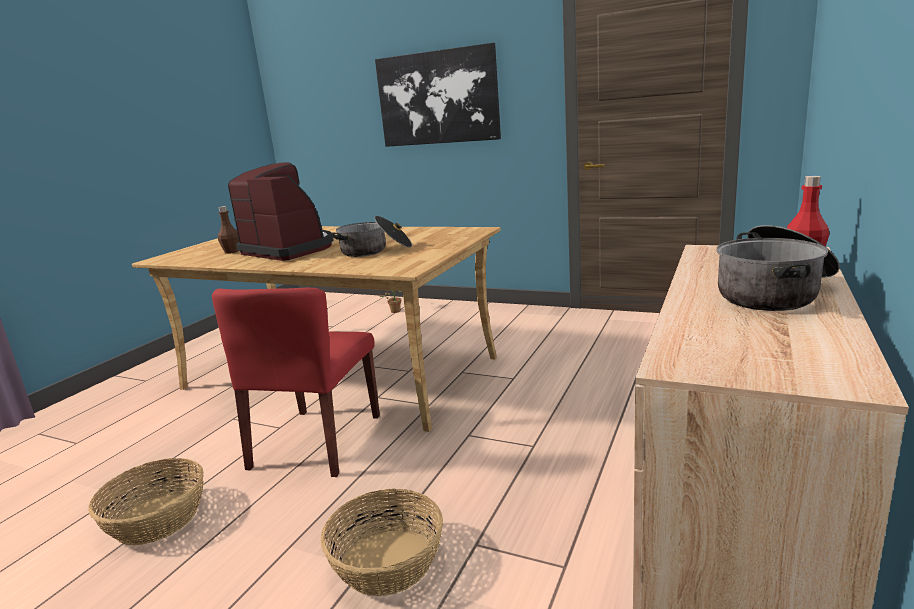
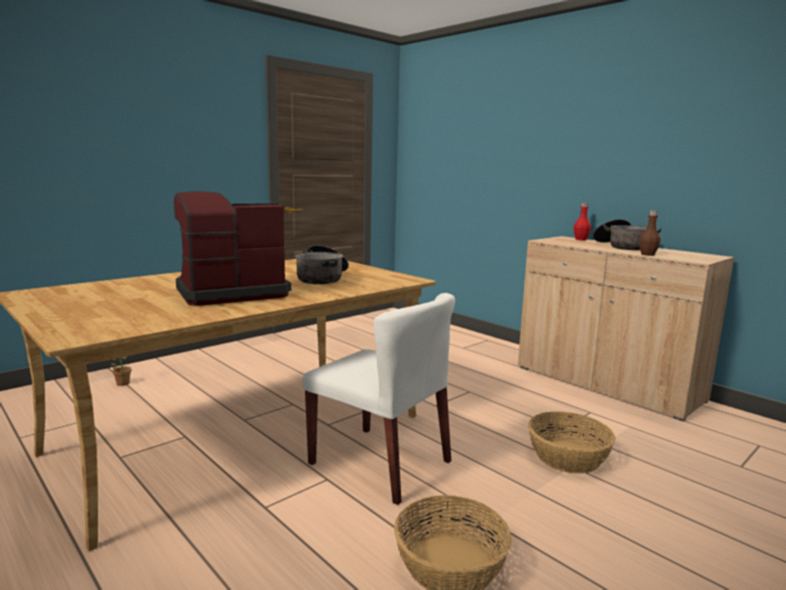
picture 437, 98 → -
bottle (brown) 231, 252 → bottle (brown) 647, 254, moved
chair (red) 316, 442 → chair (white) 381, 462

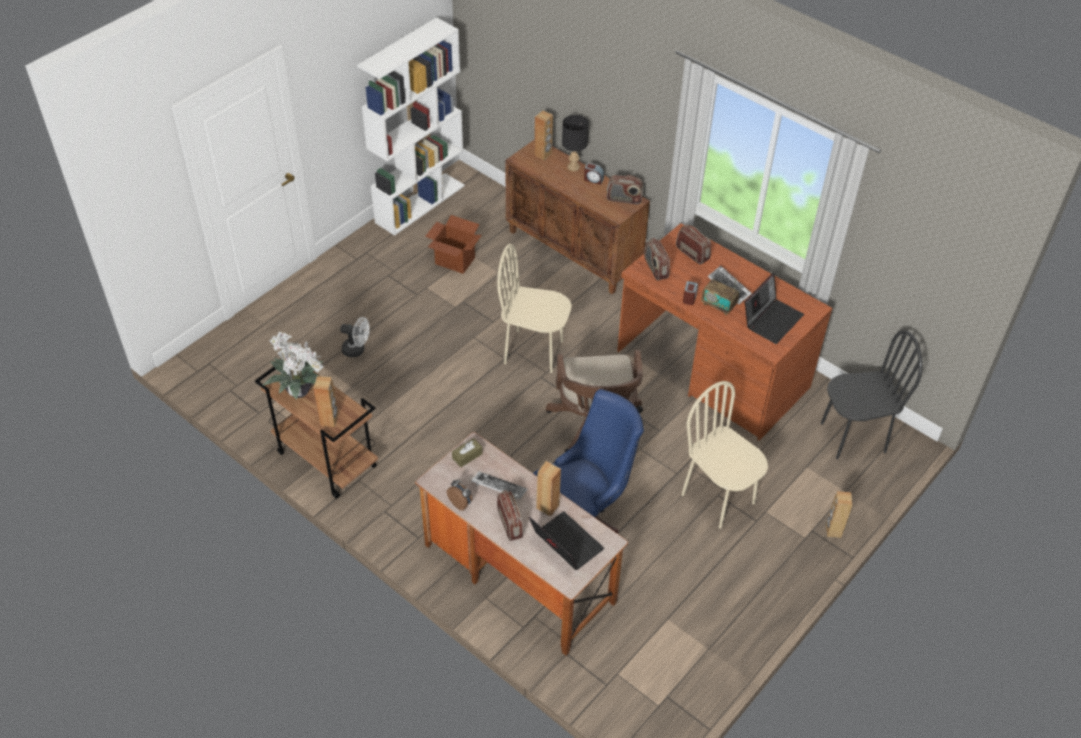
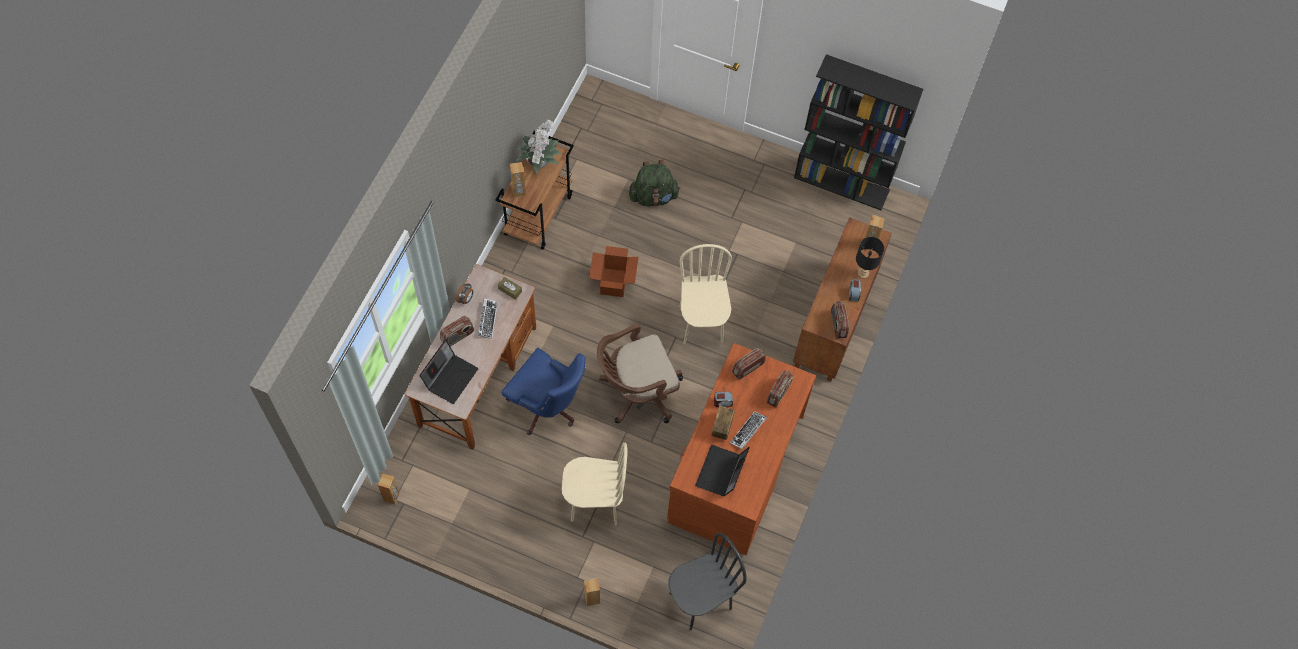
cardboard box 454, 261 → cardboard box 613, 282, moved
speaker (brown) 547, 506 → speaker (brown) 392, 497, moved
fan (white) 357, 350 → backpack (green) 653, 196
bookcase (white) 420, 203 → bookcase (black) 842, 183
chair (beige) 718, 498 → chair (beige) 595, 502, 60 degrees clockwise
laptop 771, 319 → laptop 721, 473, 90 degrees clockwise
chair (black) 853, 437 → chair (black) 700, 600, 90 degrees counterclockwise

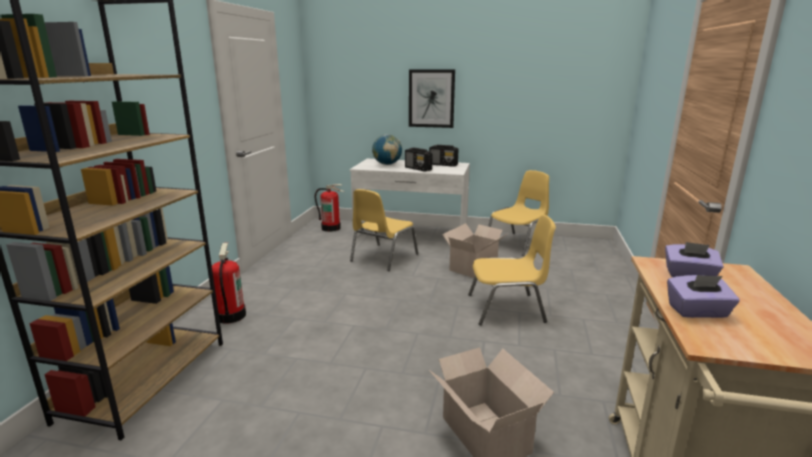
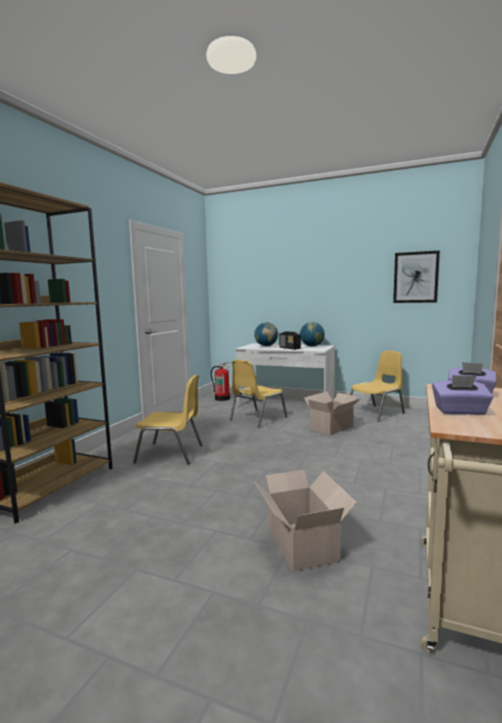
fire extinguisher 230, 316 → -
picture 431, 98 → picture 415, 277, moved
chair (yellow) 507, 309 → chair (yellow) 171, 454, moved
radio 443, 165 → globe 312, 346

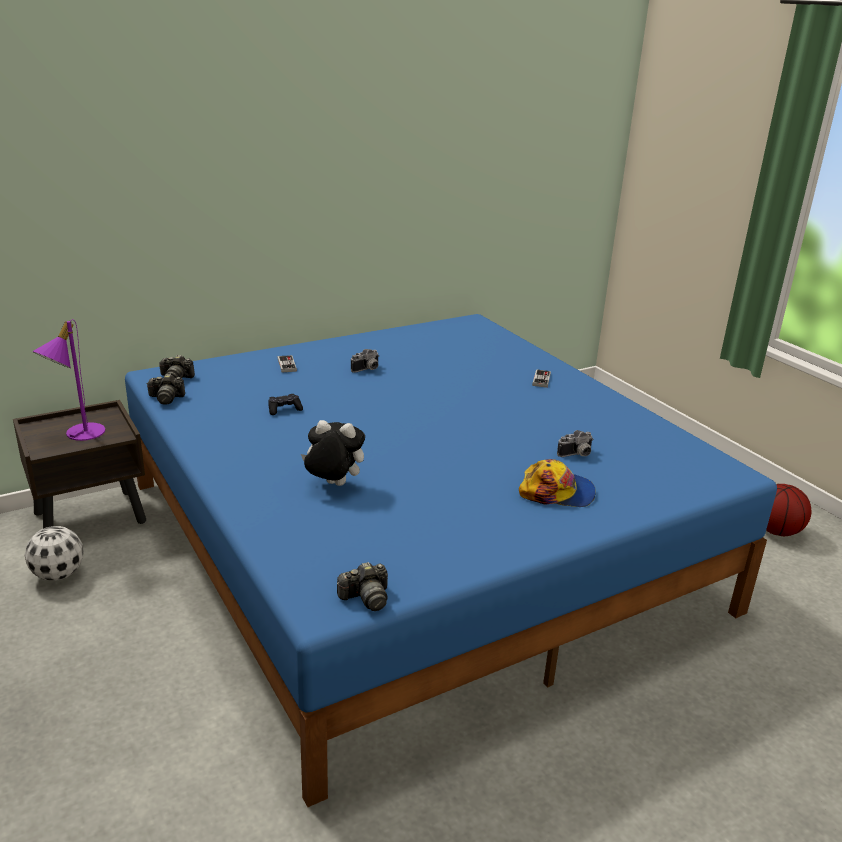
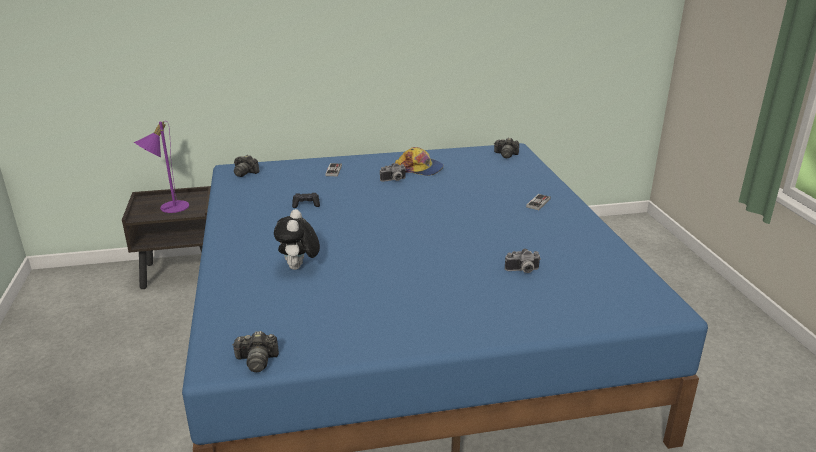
football 58, 574 → -
basketball 777, 531 → -
photo camera 166, 398 → photo camera 506, 155, moved
cap 557, 492 → cap 420, 168, moved
plush toy 333, 485 → plush toy 299, 268, 120 degrees counterclockwise

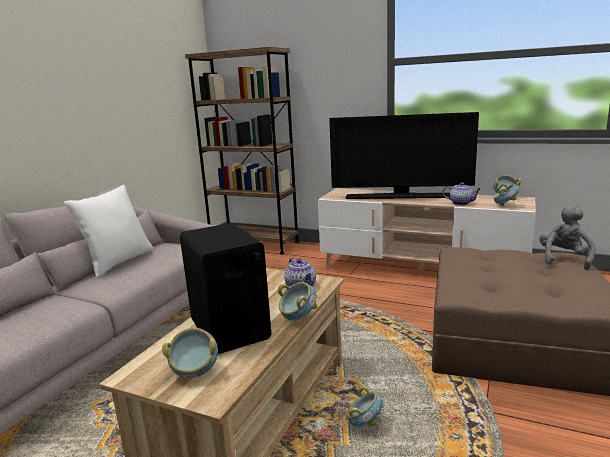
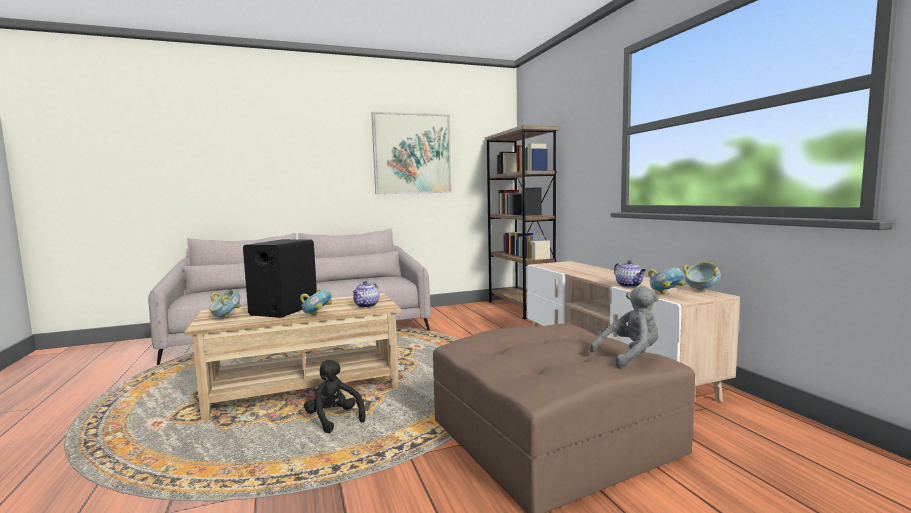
pillow (white) 118, 262 → -
television 402, 196 → -
- → picture 412, 154
bowl 364, 424 → plush toy (black) 334, 419

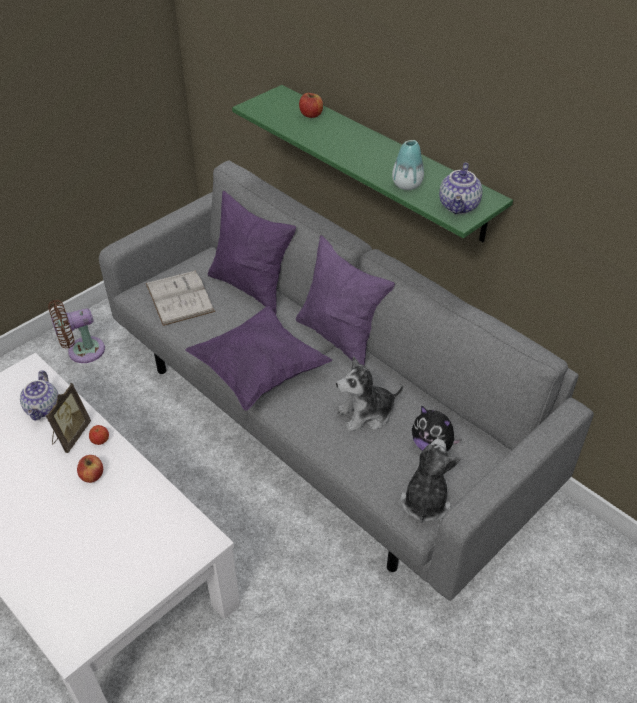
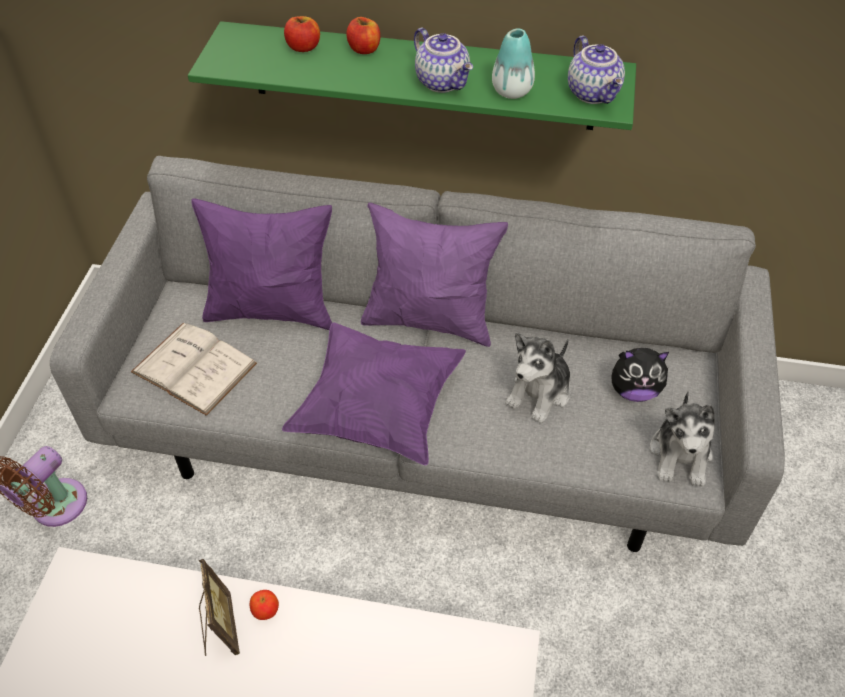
teapot 44, 408 → teapot 443, 82, moved
apple 92, 475 → apple 364, 49, moved
plush toy 425, 501 → plush toy 680, 454, 150 degrees counterclockwise

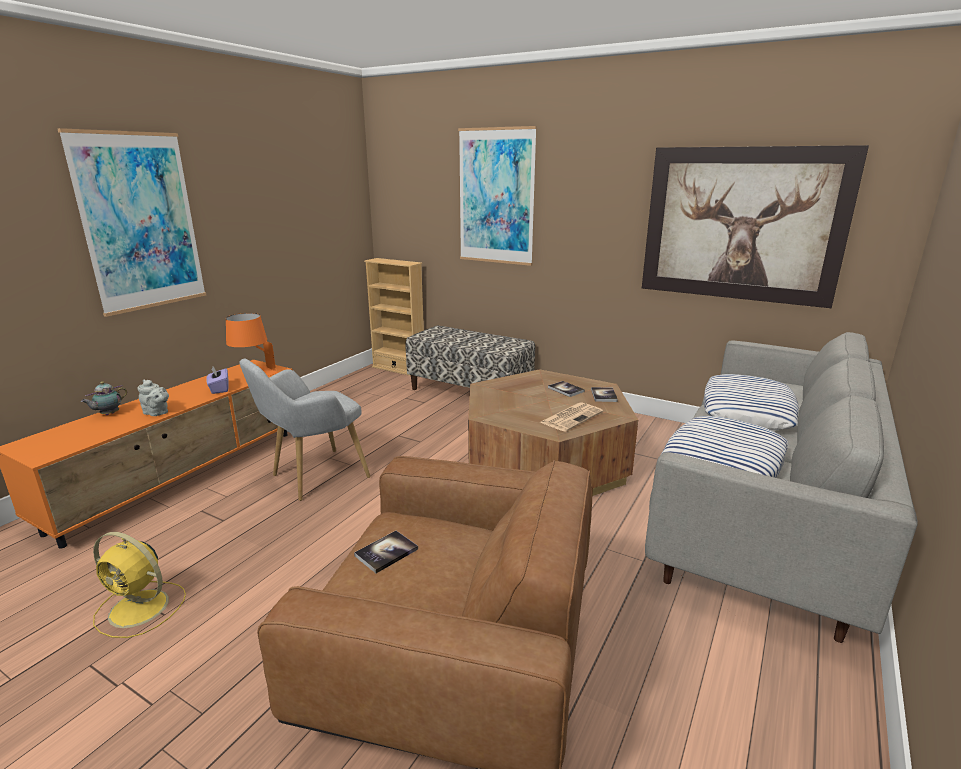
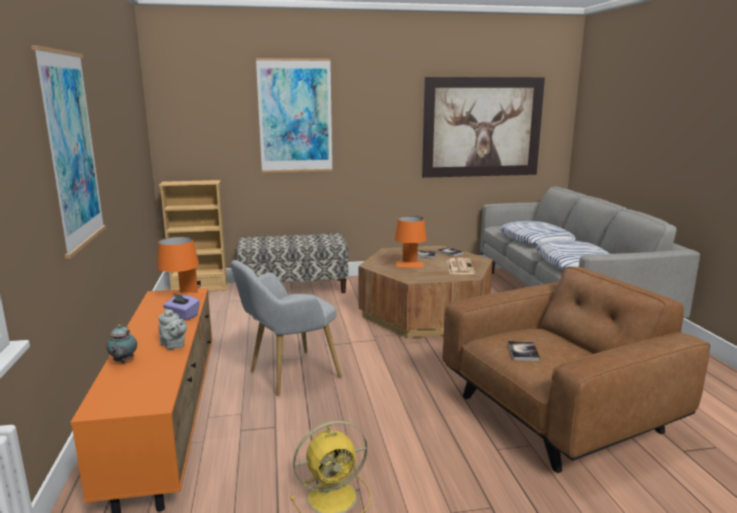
- → table lamp (orange) 410, 266
teapot (grey) 157, 413 → teapot (grey) 174, 346, 60 degrees clockwise
armchair (grey) 313, 477 → armchair (grey) 288, 375, 45 degrees clockwise

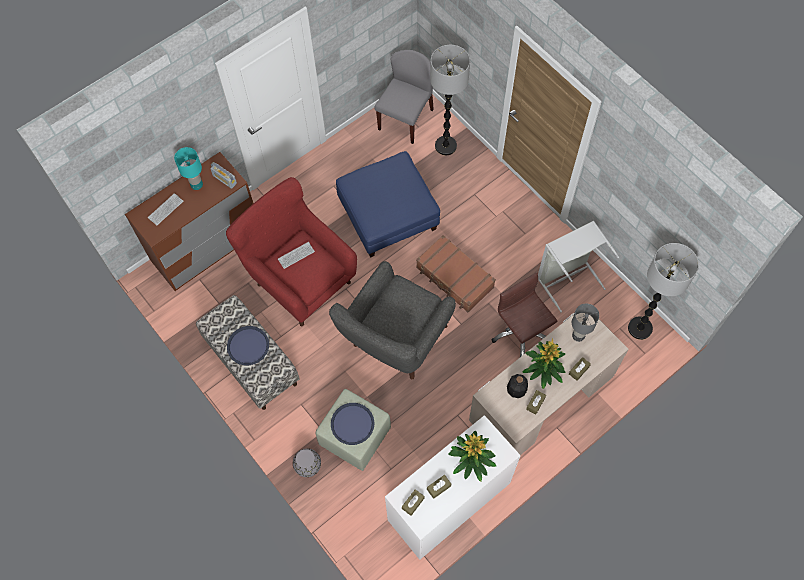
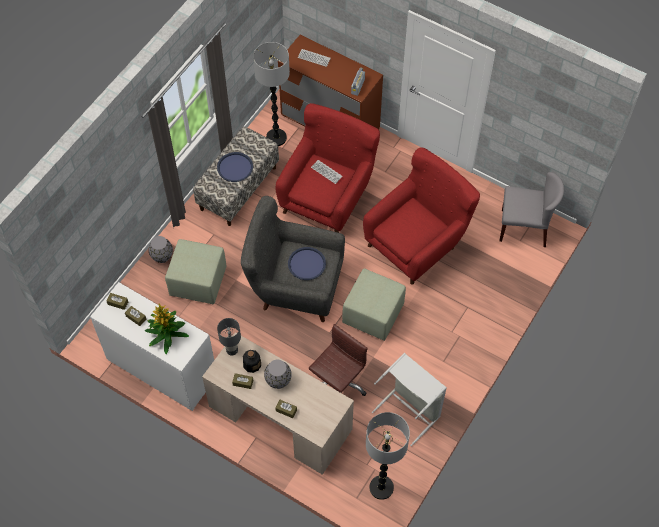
table lamp (turquoise) 196, 184 → -
tray (blue) 352, 424 → tray (blue) 306, 264, moved
floor lamp 445, 146 → floor lamp 276, 138, moved
table lamp (grey) 578, 335 → table lamp (grey) 232, 350, moved
ottoman (blue) 388, 214 → armchair (red) 416, 243
suitcase (brown) 454, 278 → ottoman (green) 373, 315
potted plant 543, 368 → vase (grey) 278, 381

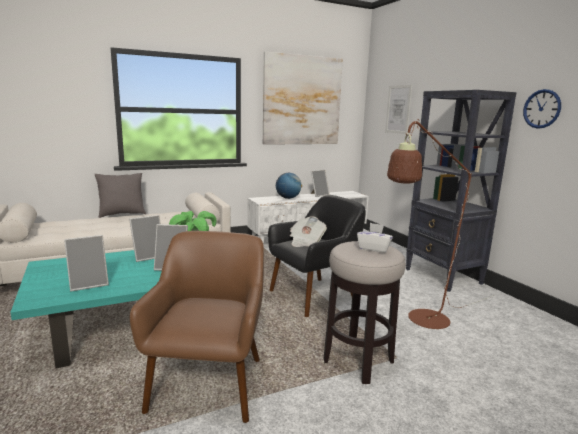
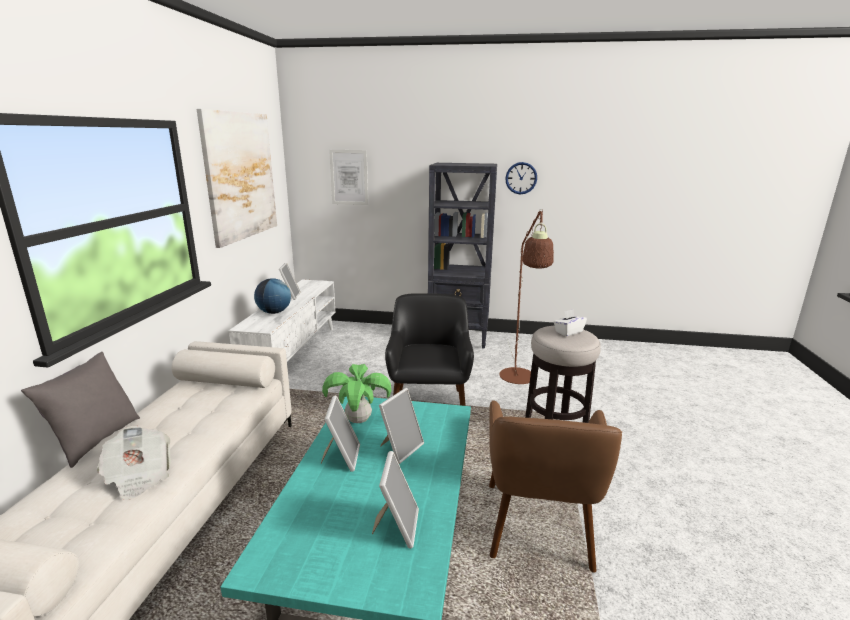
newspaper 306, 242 → newspaper 139, 476, moved
armchair (brown) 209, 383 → armchair (brown) 538, 526, 120 degrees counterclockwise

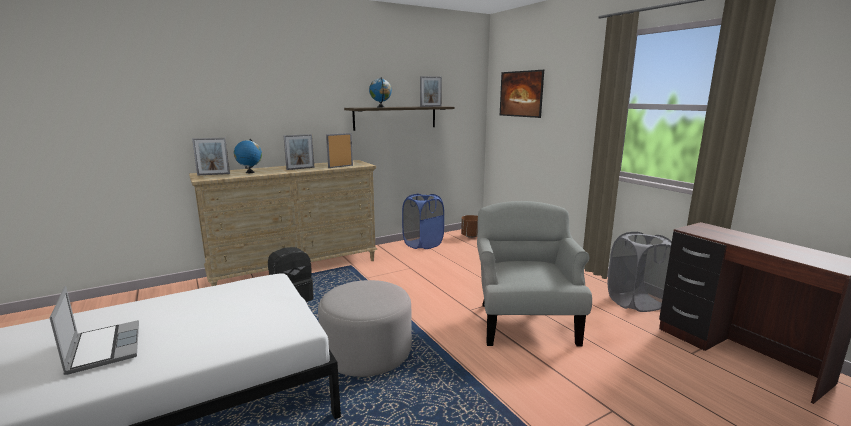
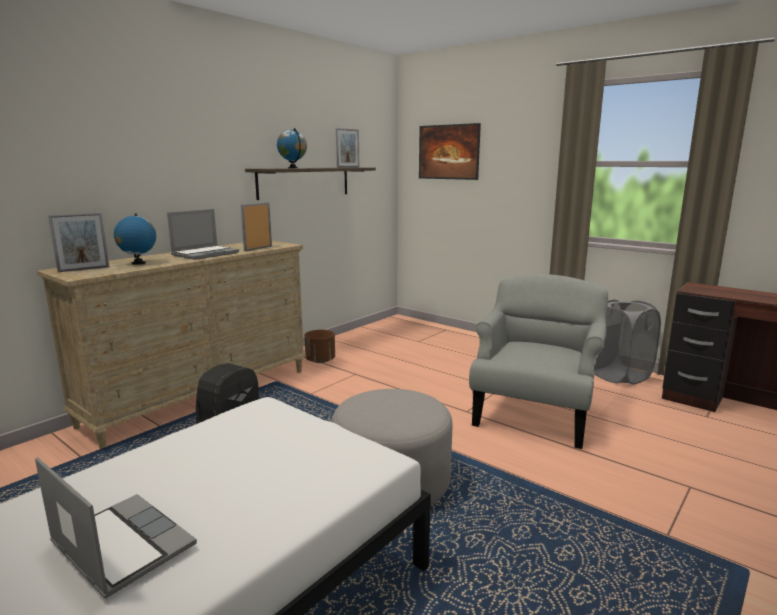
laundry basket (blue) 423, 244 → -
planter (brown) 471, 236 → planter (brown) 320, 361, moved
picture frame 300, 168 → laptop 205, 254
armchair (grey) 524, 322 → armchair (grey) 534, 414, 45 degrees clockwise

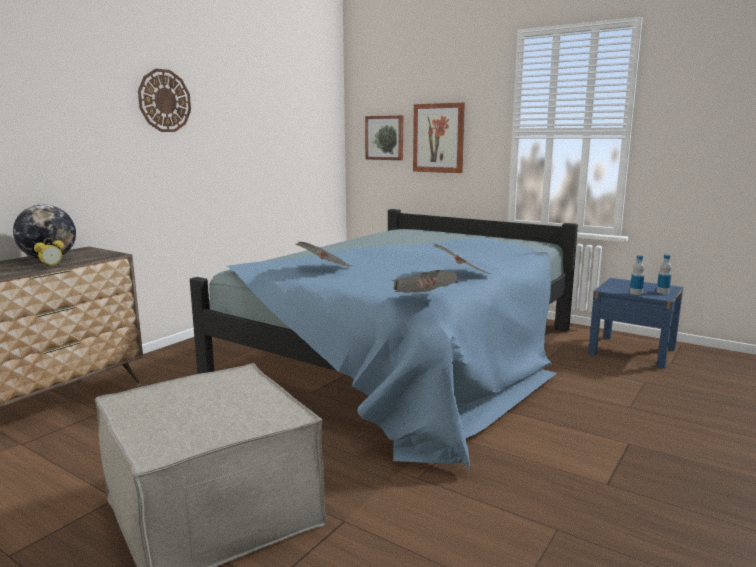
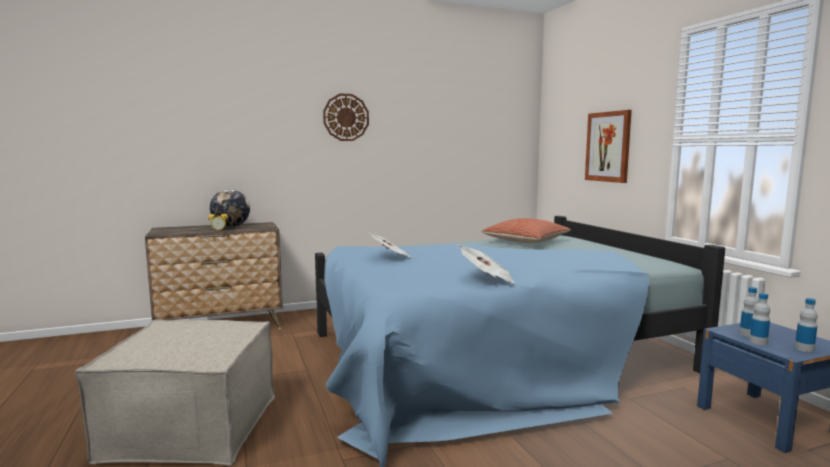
picture 385, 138 → -
newspaper 424, 300 → -
- → pillow 525, 242
- → bottle 747, 334

